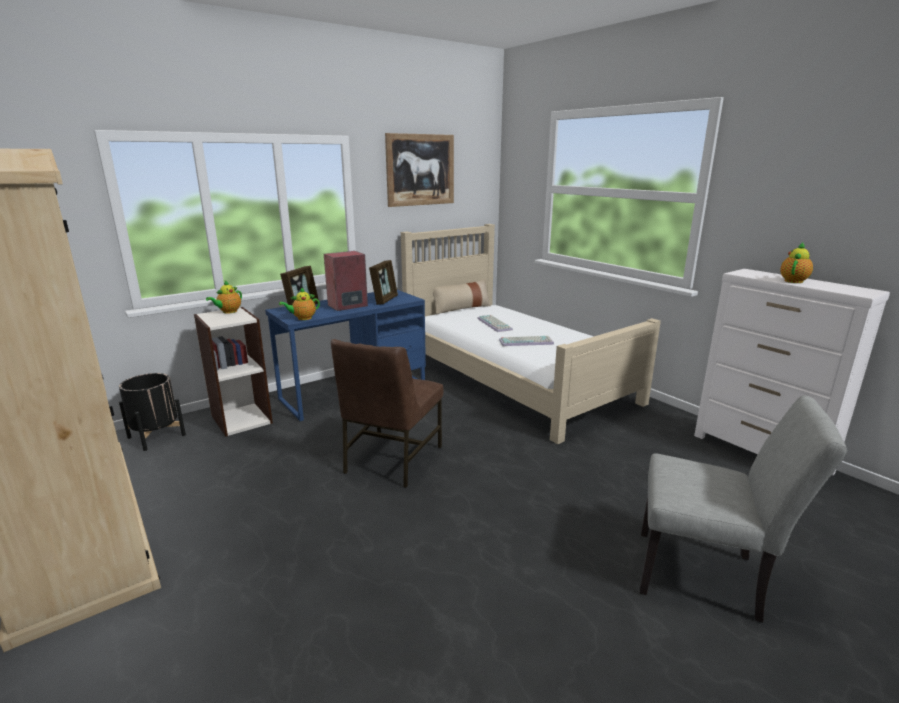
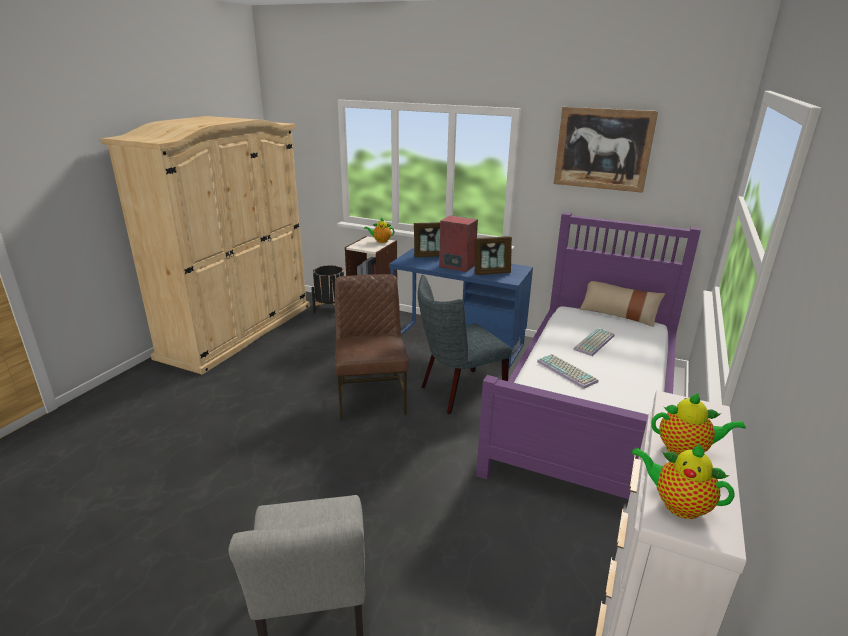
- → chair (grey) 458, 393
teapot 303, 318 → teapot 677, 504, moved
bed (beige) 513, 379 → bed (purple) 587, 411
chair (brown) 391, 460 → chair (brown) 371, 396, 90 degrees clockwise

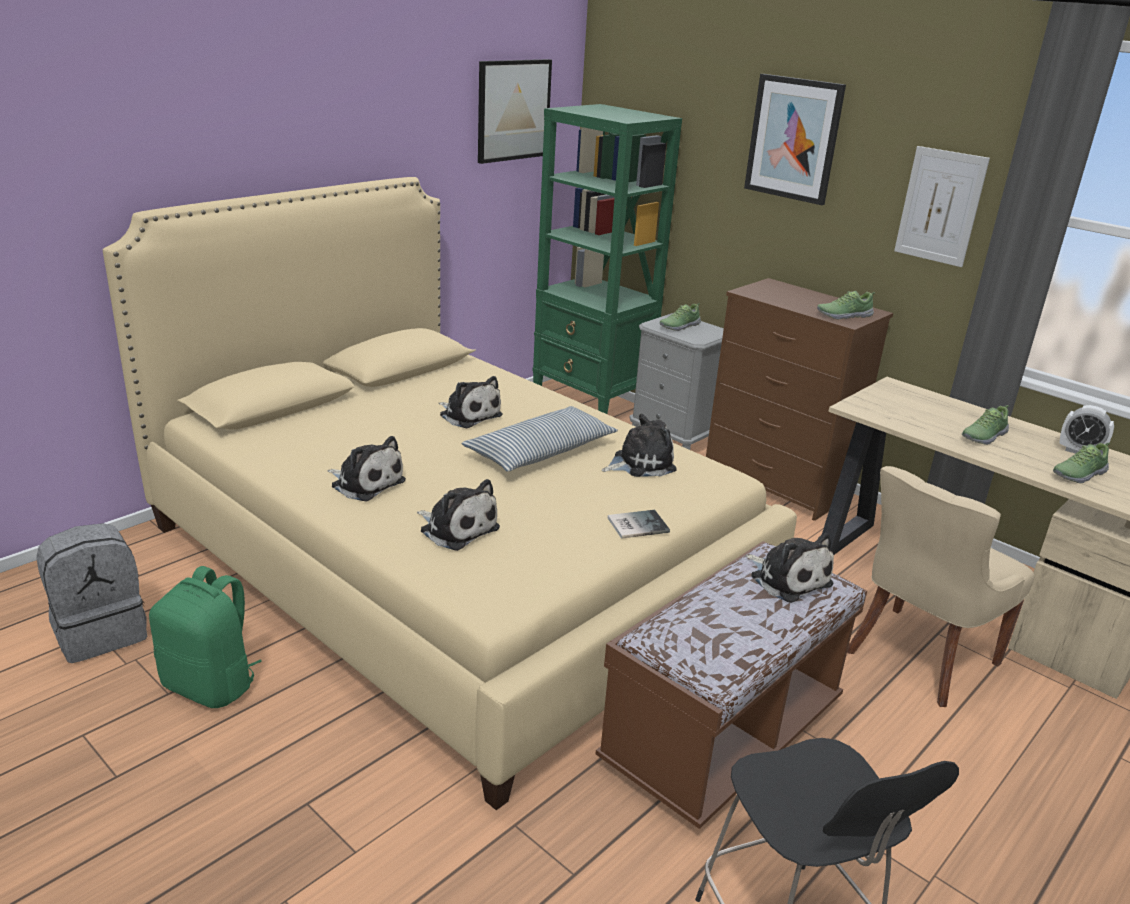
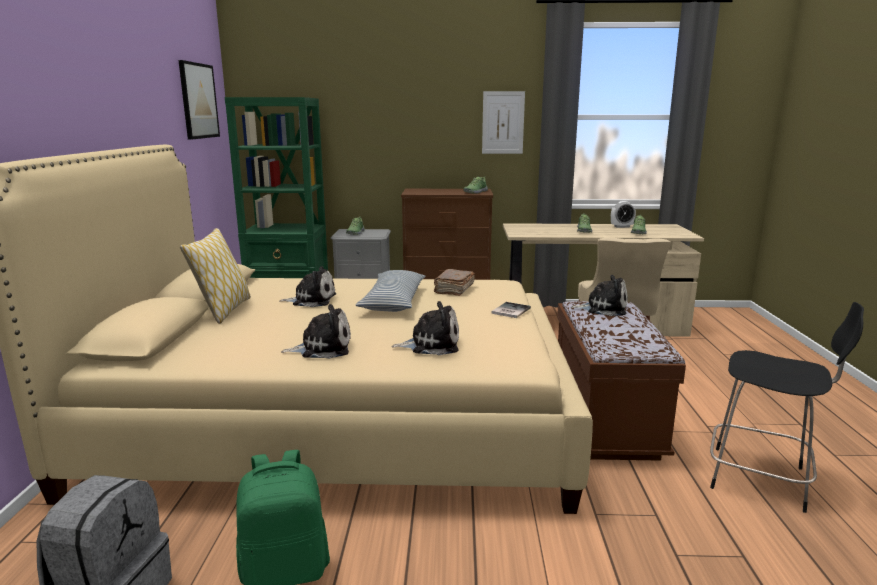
picture 793, 139 → -
- → pillow 223, 311
plush toy 640, 463 → book (brown) 453, 290

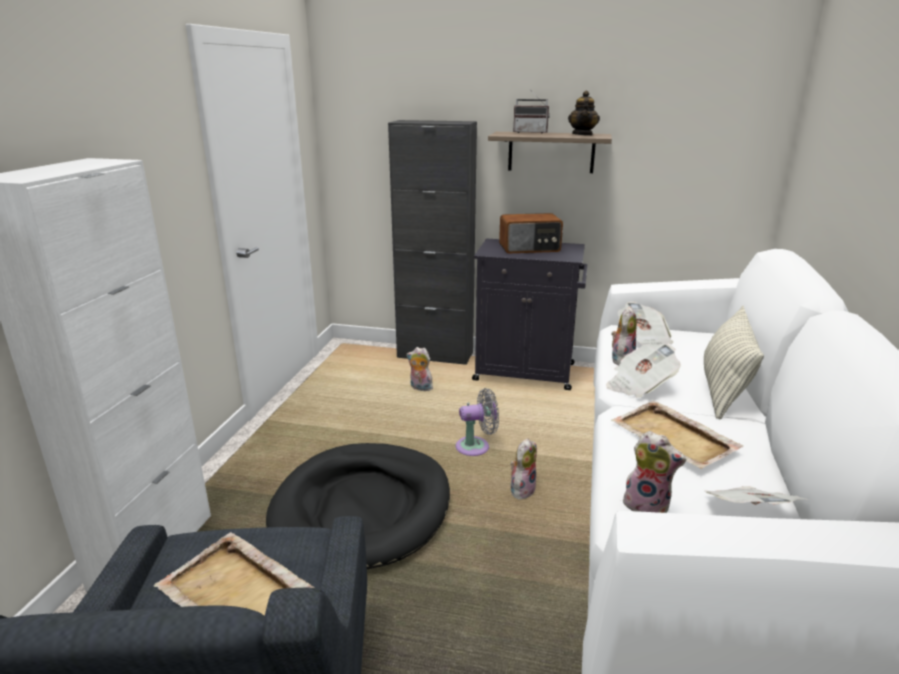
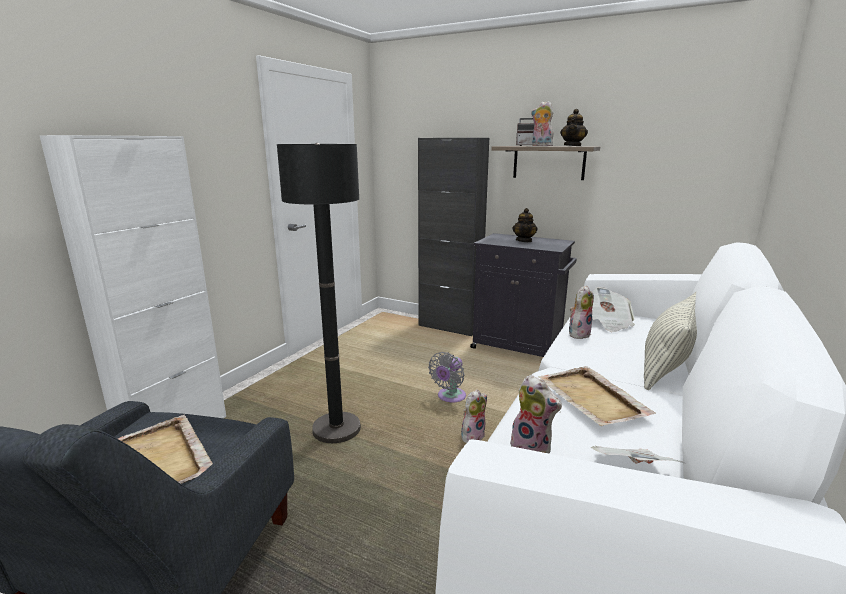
newspaper 639, 386 → -
plush toy 420, 388 → plush toy 540, 146, moved
dog bed (black) 362, 509 → floor lamp (black) 336, 429
radio 530, 248 → teapot 524, 240
fan (grey) 476, 447 → fan (grey) 450, 397, 120 degrees clockwise

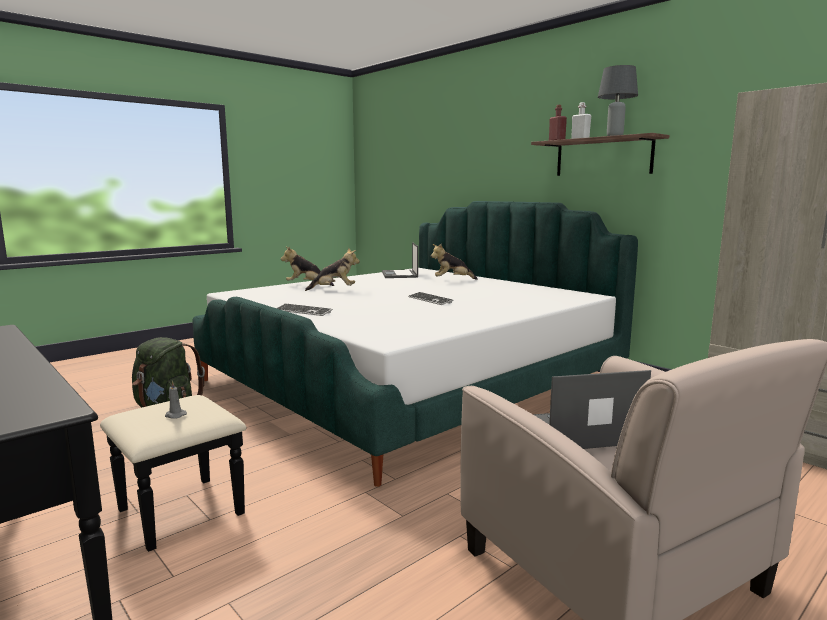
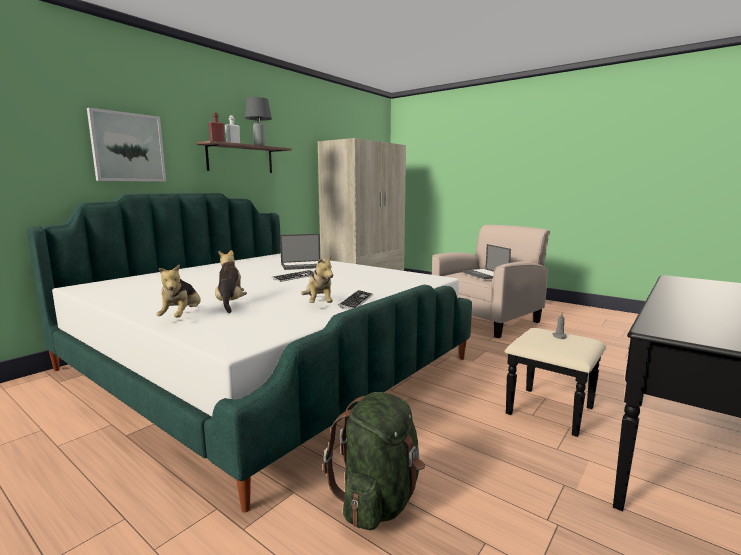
- → picture 128, 147
laptop 399, 275 → laptop 303, 265, moved
plush toy 452, 280 → plush toy 318, 304, moved

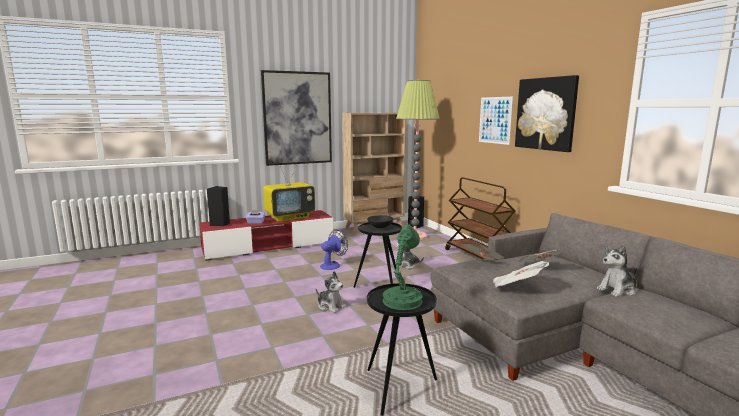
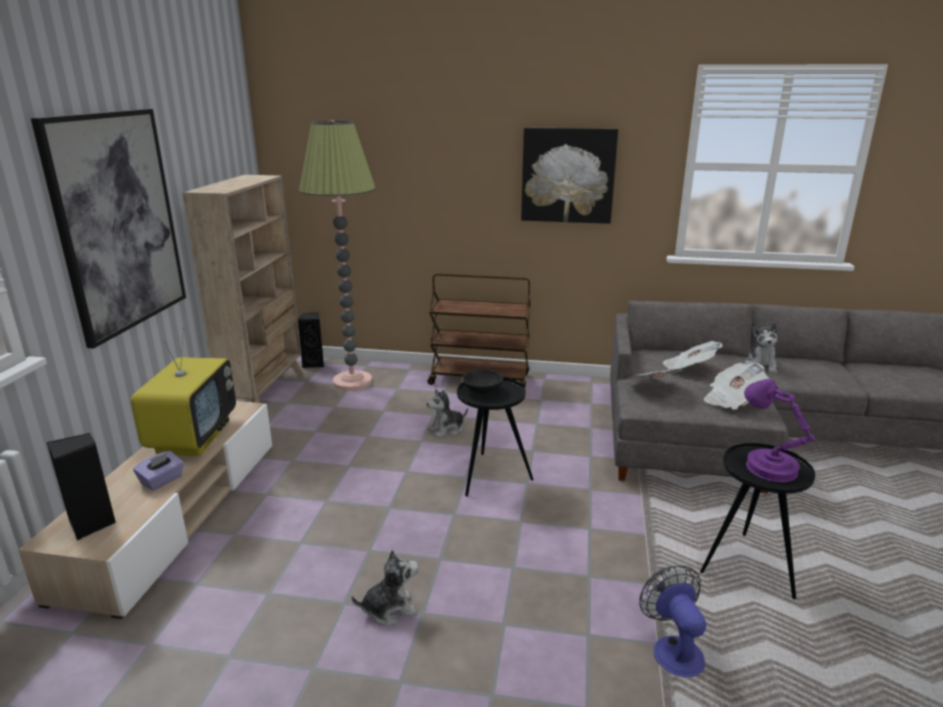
picture 495, 120 → -
plush toy 330, 306 → plush toy 389, 609, moved
fan 333, 265 → fan 673, 648, moved
tv stand (red) 269, 246 → tv stand (beige) 175, 514
table lamp (green) 403, 299 → table lamp (purple) 767, 466

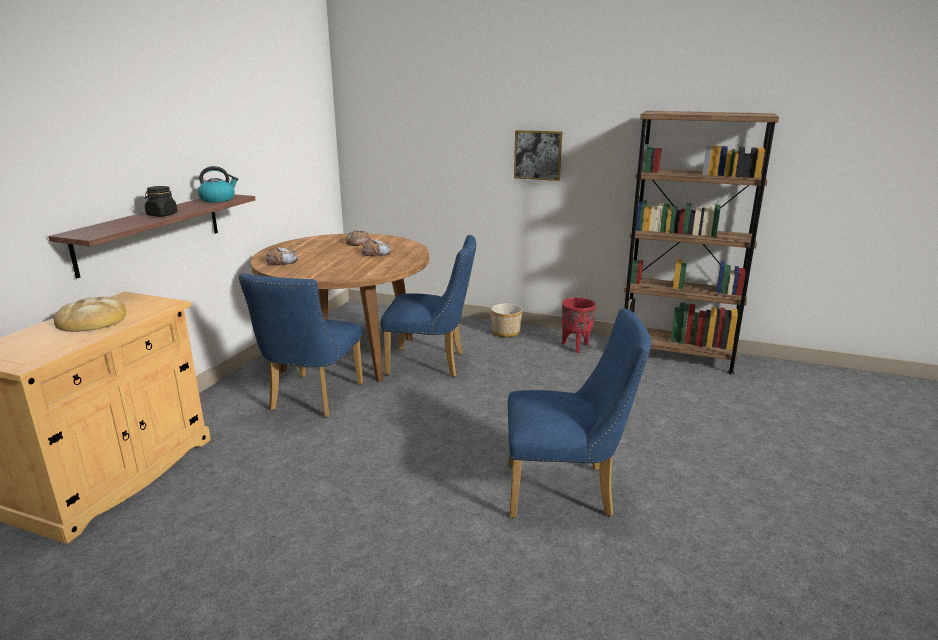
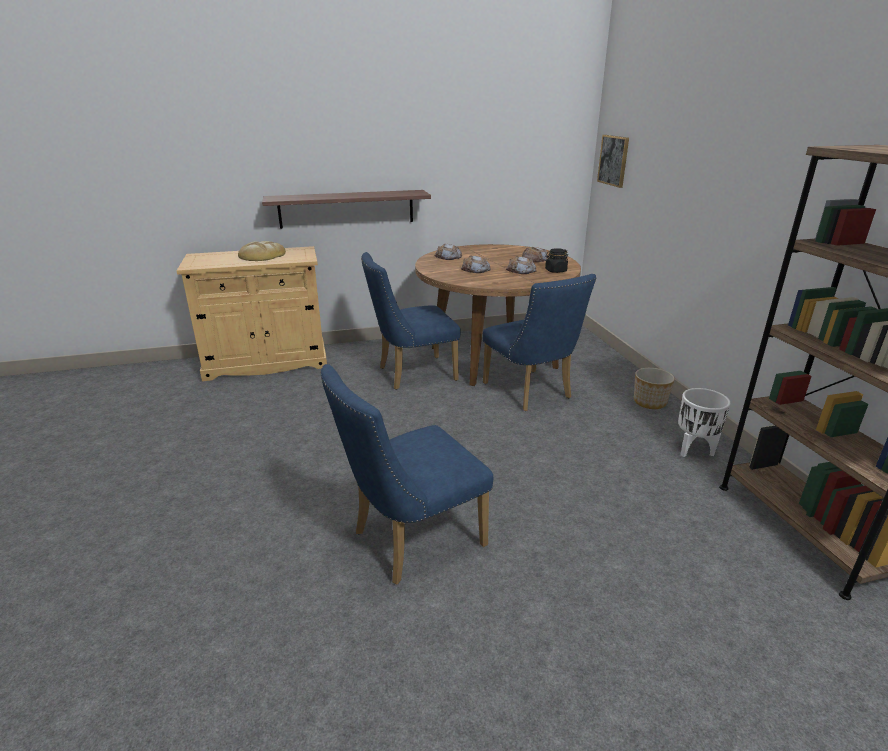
kettle 218, 199 → -
- → bread 475, 269
jar (black) 162, 215 → jar (black) 555, 271, moved
picture 538, 155 → picture 613, 160, moved
planter (red) 576, 346 → planter (white) 694, 450
chair (blue) 567, 491 → chair (blue) 409, 541, 90 degrees clockwise

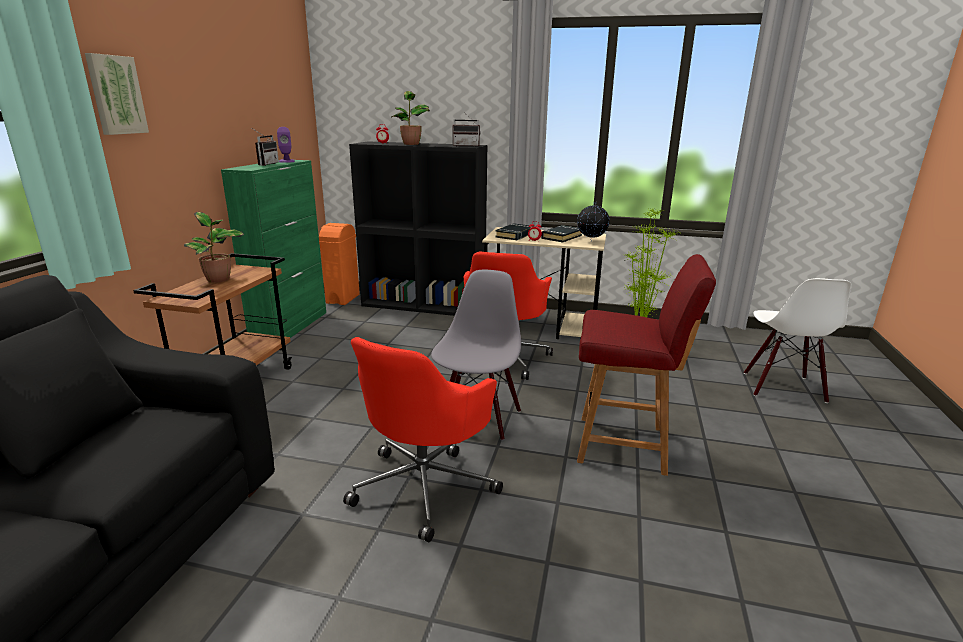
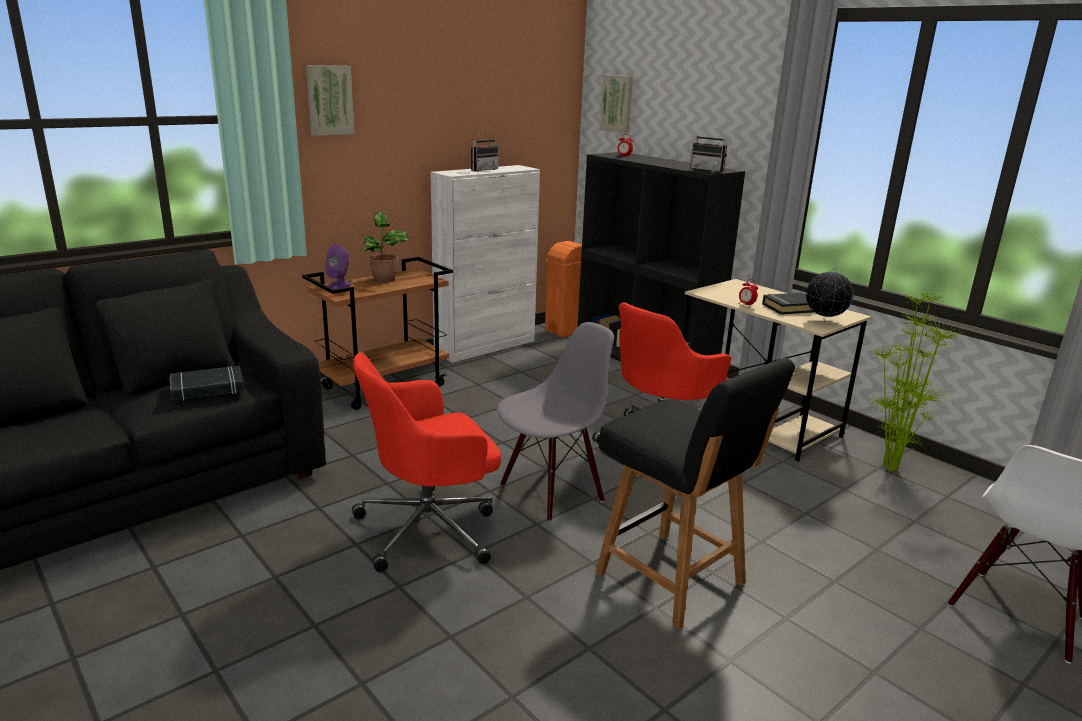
potted plant 411, 144 → -
- → picture 617, 104
speaker (purple) 286, 161 → speaker (purple) 339, 285, moved
book (black) 515, 235 → book (black) 207, 389, moved
cabinet (green) 290, 327 → cabinet (white) 486, 346
chair (red) 624, 445 → chair (black) 673, 580

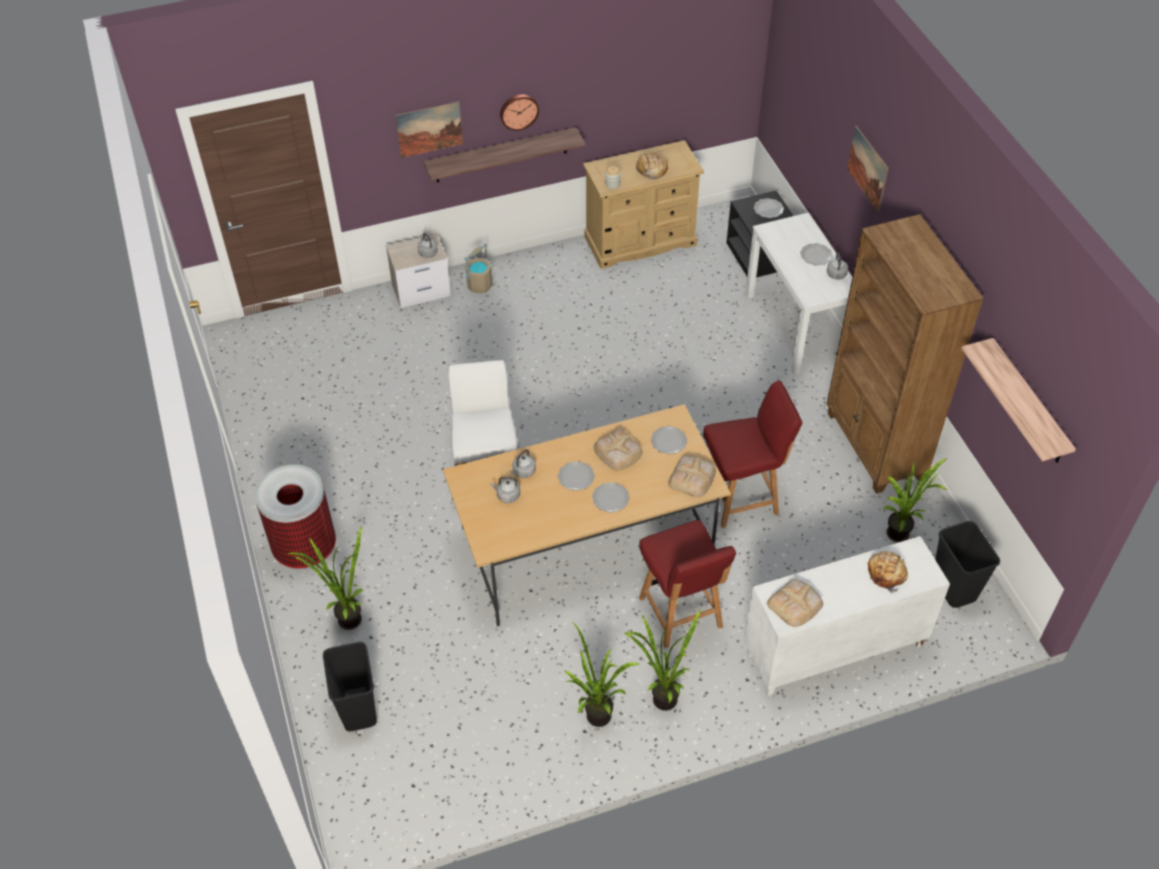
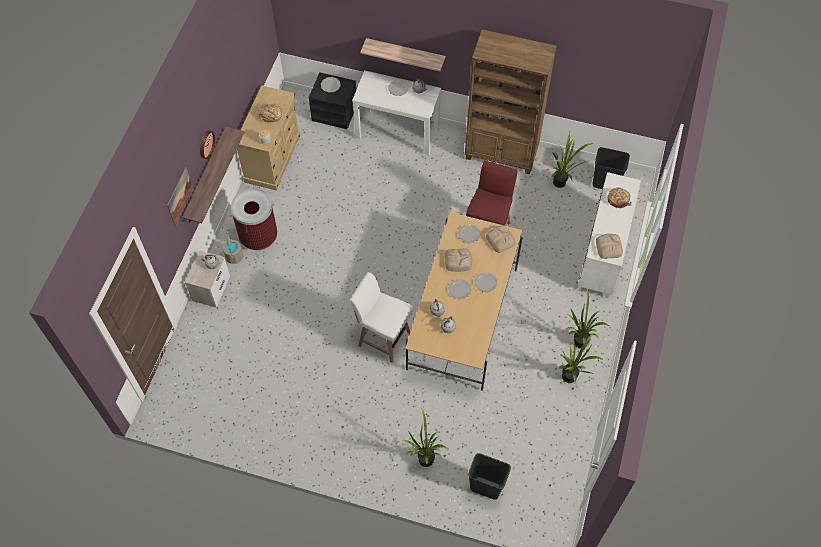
chair (red) 681, 614 → -
picture 868, 168 → -
trash can 305, 548 → trash can 258, 237, moved
shelf 1028, 403 → shelf 405, 53, moved

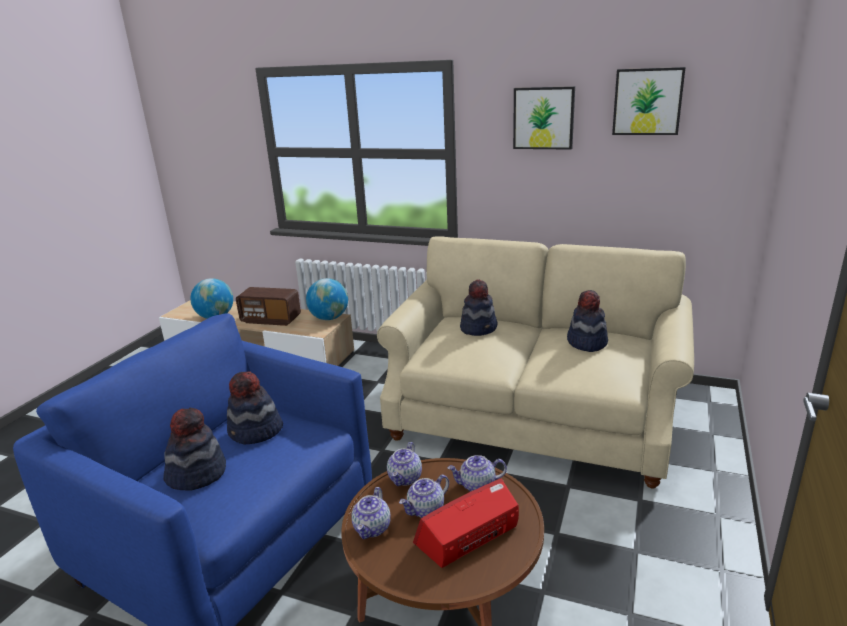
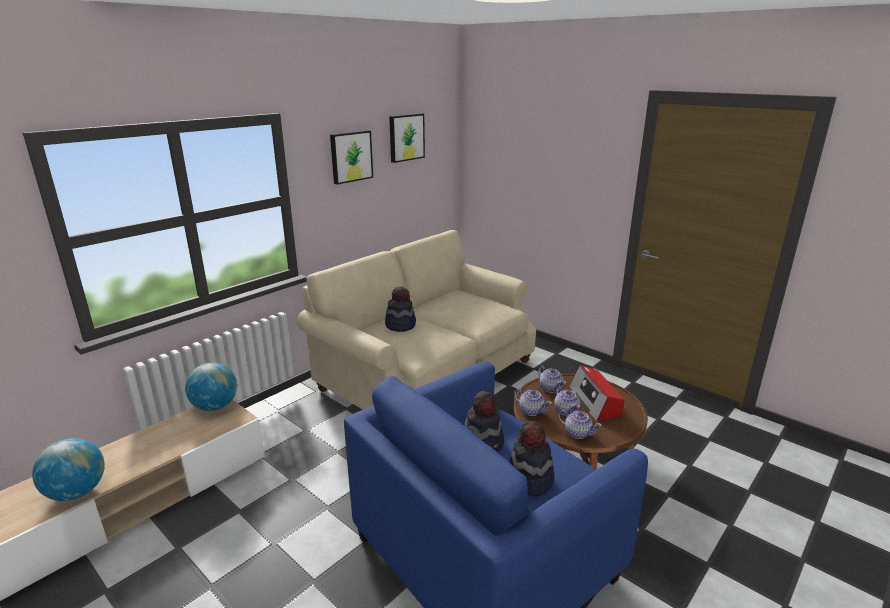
radio 271, 320 → -
hat 586, 342 → -
teapot 477, 485 → teapot 551, 388, 45 degrees counterclockwise

